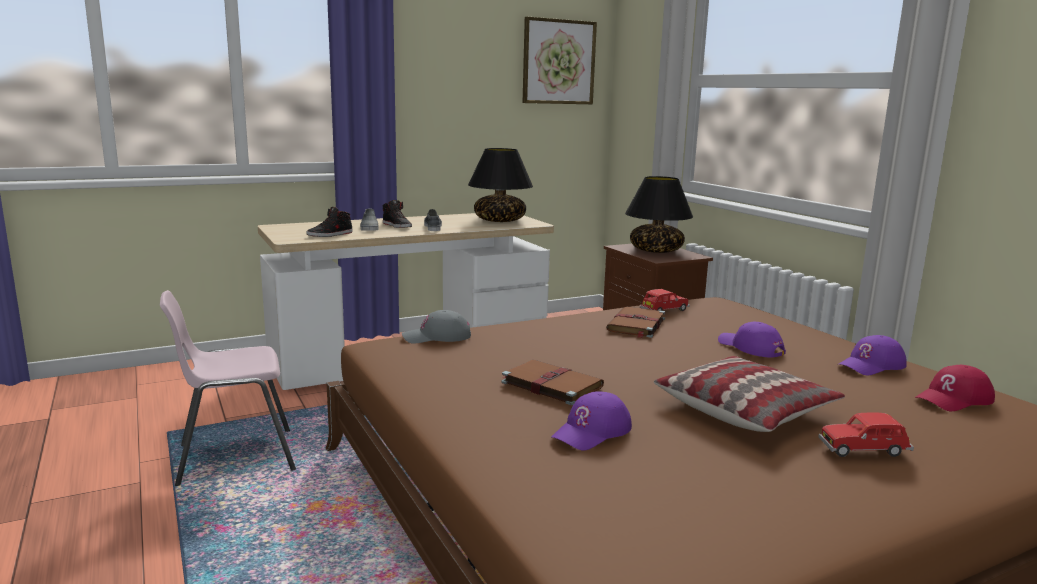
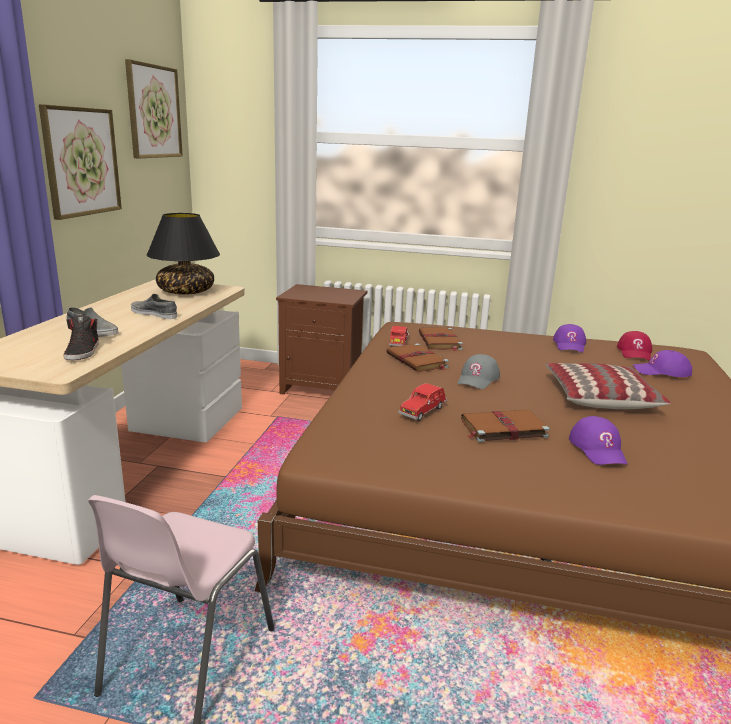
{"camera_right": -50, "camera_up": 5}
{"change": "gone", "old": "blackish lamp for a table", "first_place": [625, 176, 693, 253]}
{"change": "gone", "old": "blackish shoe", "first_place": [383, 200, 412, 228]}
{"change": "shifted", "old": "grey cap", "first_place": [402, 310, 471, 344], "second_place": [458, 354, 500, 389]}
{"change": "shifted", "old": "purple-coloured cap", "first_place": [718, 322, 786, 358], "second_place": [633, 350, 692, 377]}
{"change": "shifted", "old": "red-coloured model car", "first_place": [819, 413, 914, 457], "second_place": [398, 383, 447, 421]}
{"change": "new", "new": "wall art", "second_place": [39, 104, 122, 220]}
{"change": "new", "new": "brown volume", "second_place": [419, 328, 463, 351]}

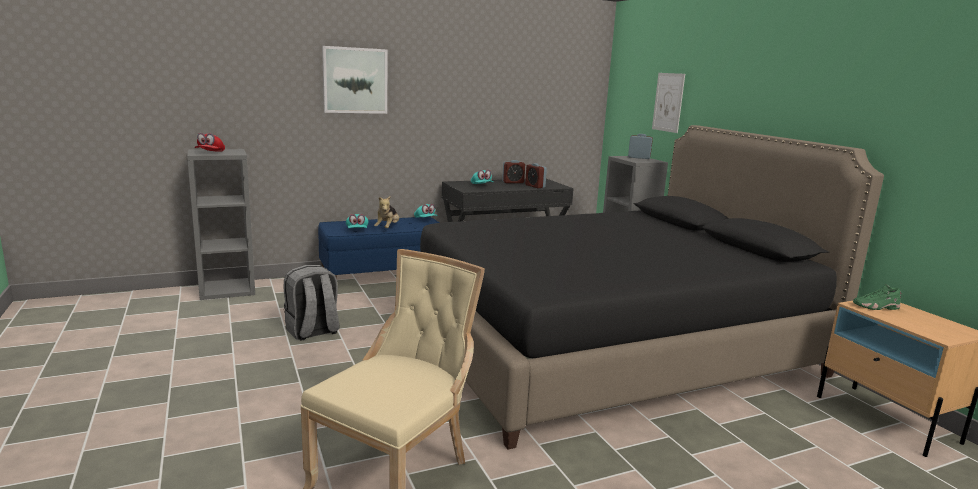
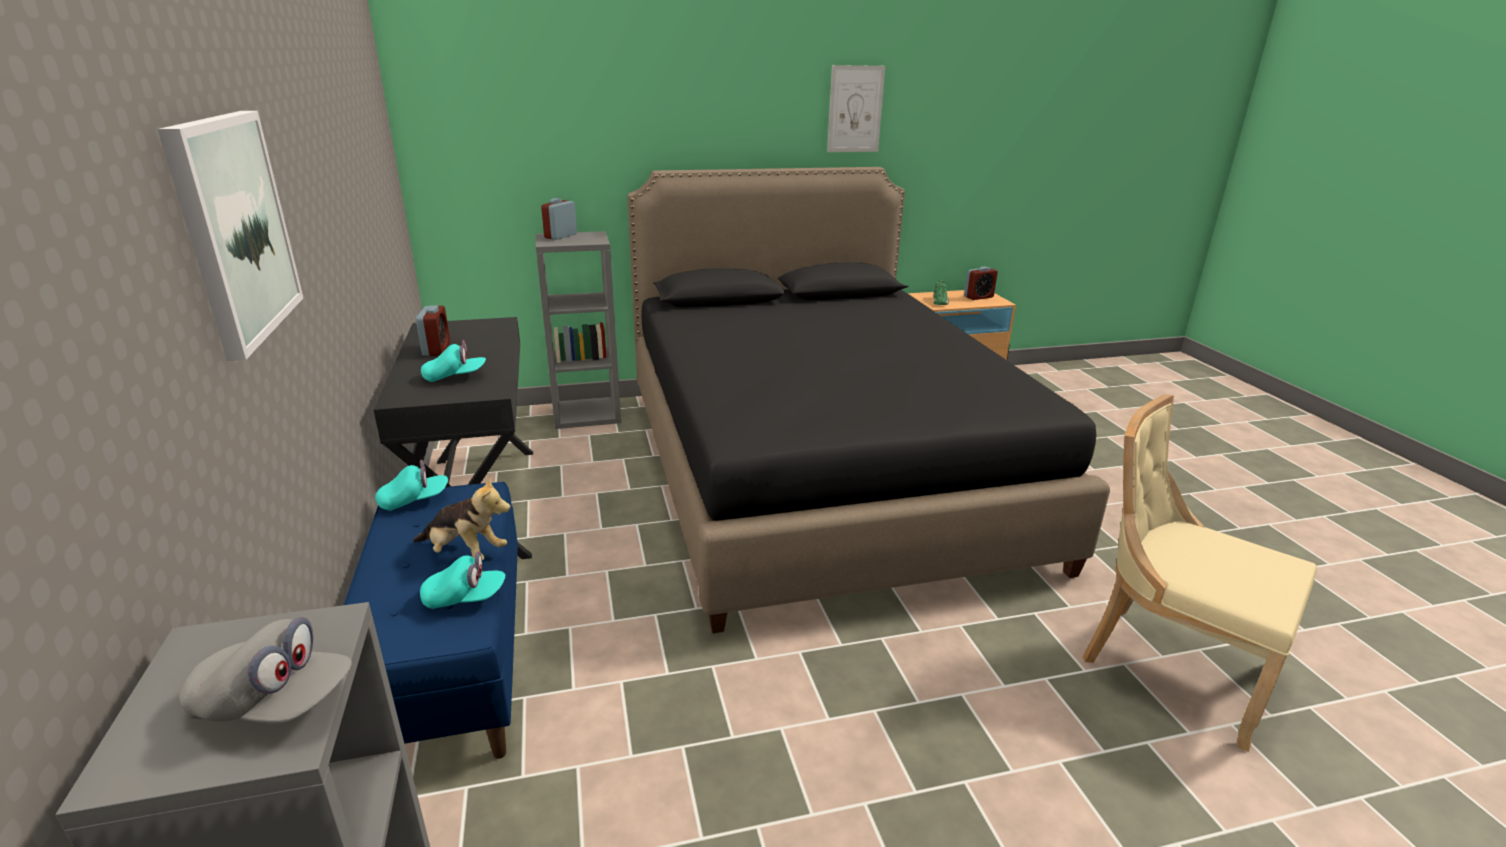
{"camera_right": -80, "camera_up": 10}
{"change": "shifted", "old": "wall art", "first_place": [652, 73, 685, 133], "second_place": [827, 65, 885, 152]}
{"change": "repainted", "old": "red-coloured cap", "new": "grey cap", "first_place": [195, 133, 225, 152], "second_place": [179, 617, 352, 724]}
{"change": "shifted", "old": "bedside clock", "first_place": [525, 163, 547, 188], "second_place": [964, 266, 998, 300]}
{"change": "gone", "old": "grey knapsack", "first_place": [283, 265, 340, 340]}

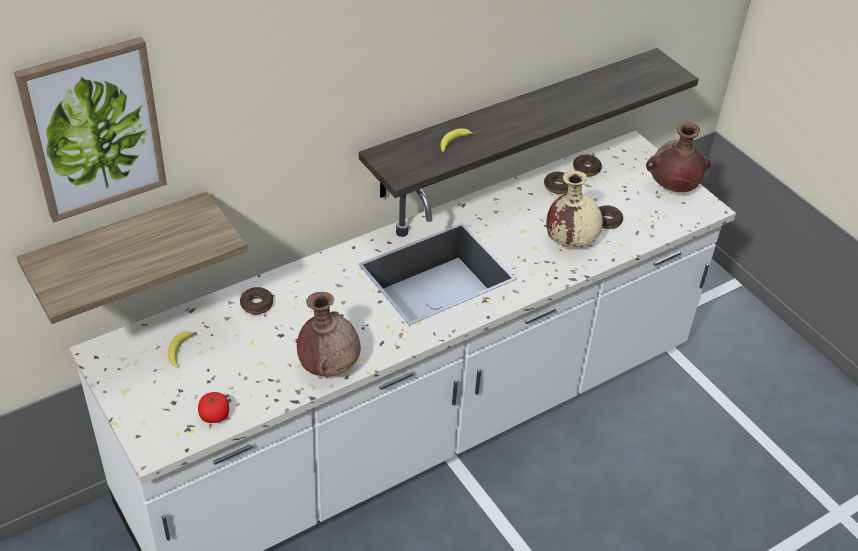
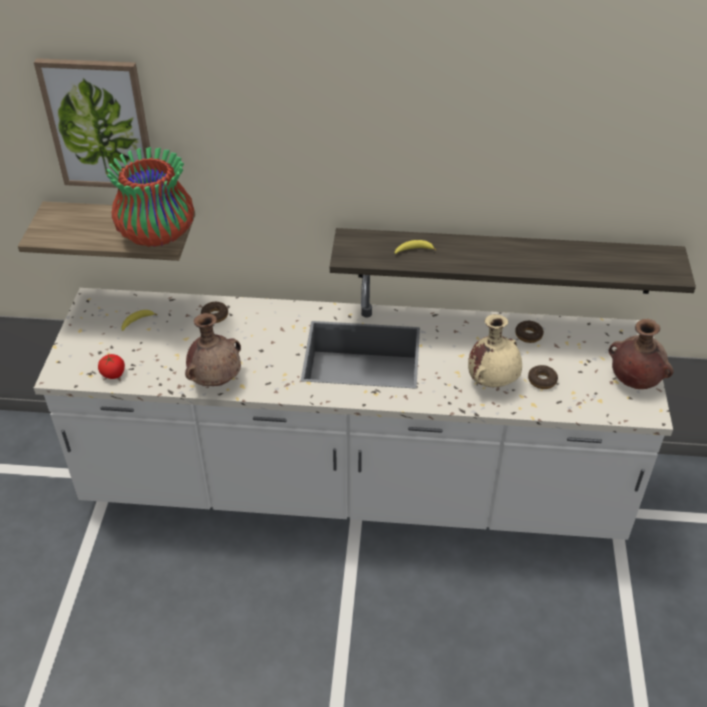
{"camera_right": 40, "camera_up": 0}
{"change": "gone", "old": "doughnut", "first_place": [573, 155, 602, 176]}
{"change": "new", "new": "vase", "second_place": [107, 147, 194, 247]}

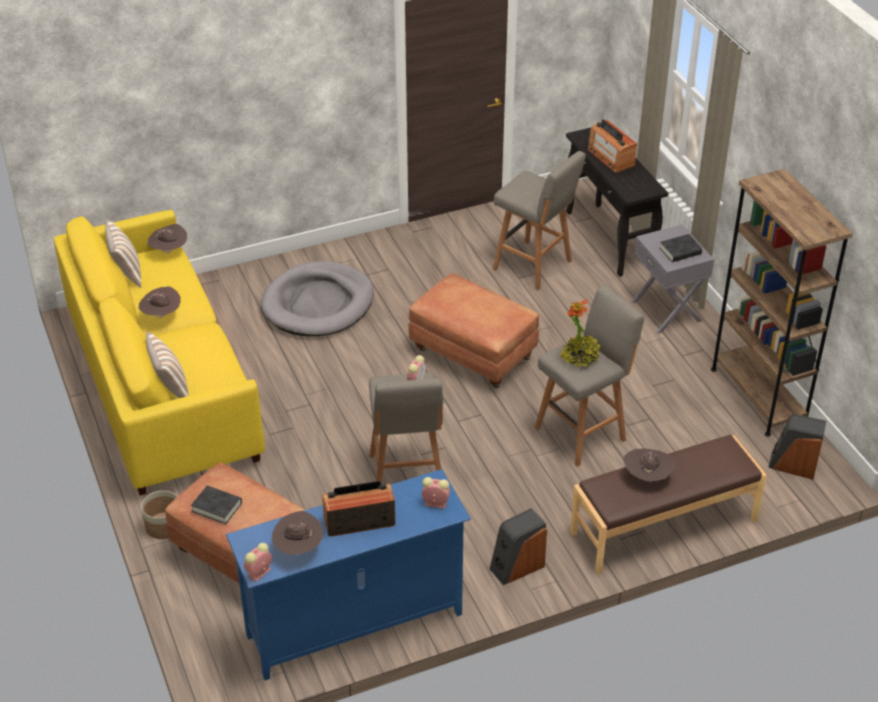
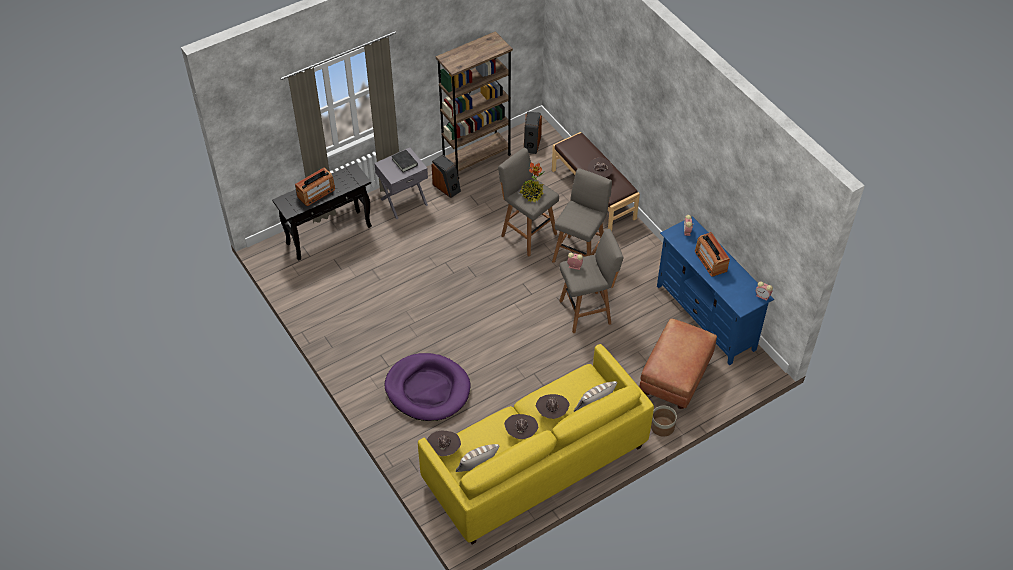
{"camera_right": -100, "camera_up": 10}
{"change": "shifted", "old": "grey stool seat", "first_place": [493, 151, 586, 290], "second_place": [552, 168, 612, 263]}
{"change": "repainted", "old": "grey dog cushion", "new": "purple-coloured dog cushion", "first_place": [261, 261, 374, 336], "second_place": [384, 353, 470, 421]}
{"change": "gone", "old": "brown pouffe", "first_place": [409, 274, 539, 388]}
{"change": "gone", "old": "blackish volume", "first_place": [191, 486, 242, 524]}
{"change": "shifted", "old": "audio speaker", "first_place": [490, 508, 547, 585], "second_place": [431, 154, 461, 198]}
{"change": "shifted", "old": "brown wearable hat", "first_place": [272, 511, 323, 555], "second_place": [536, 394, 570, 419]}

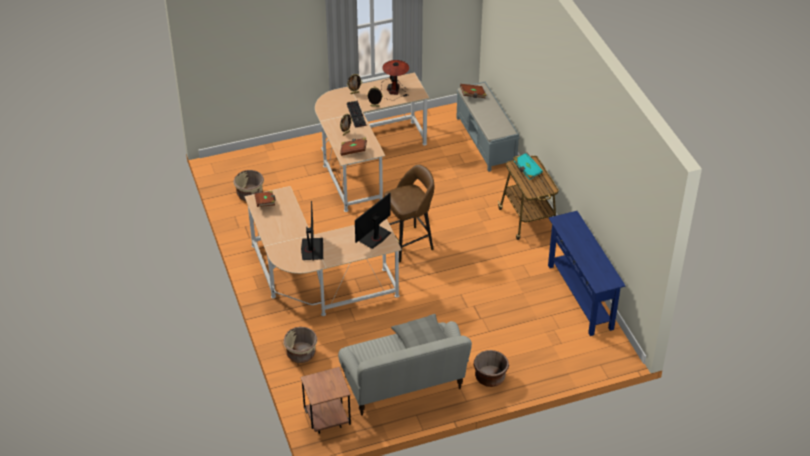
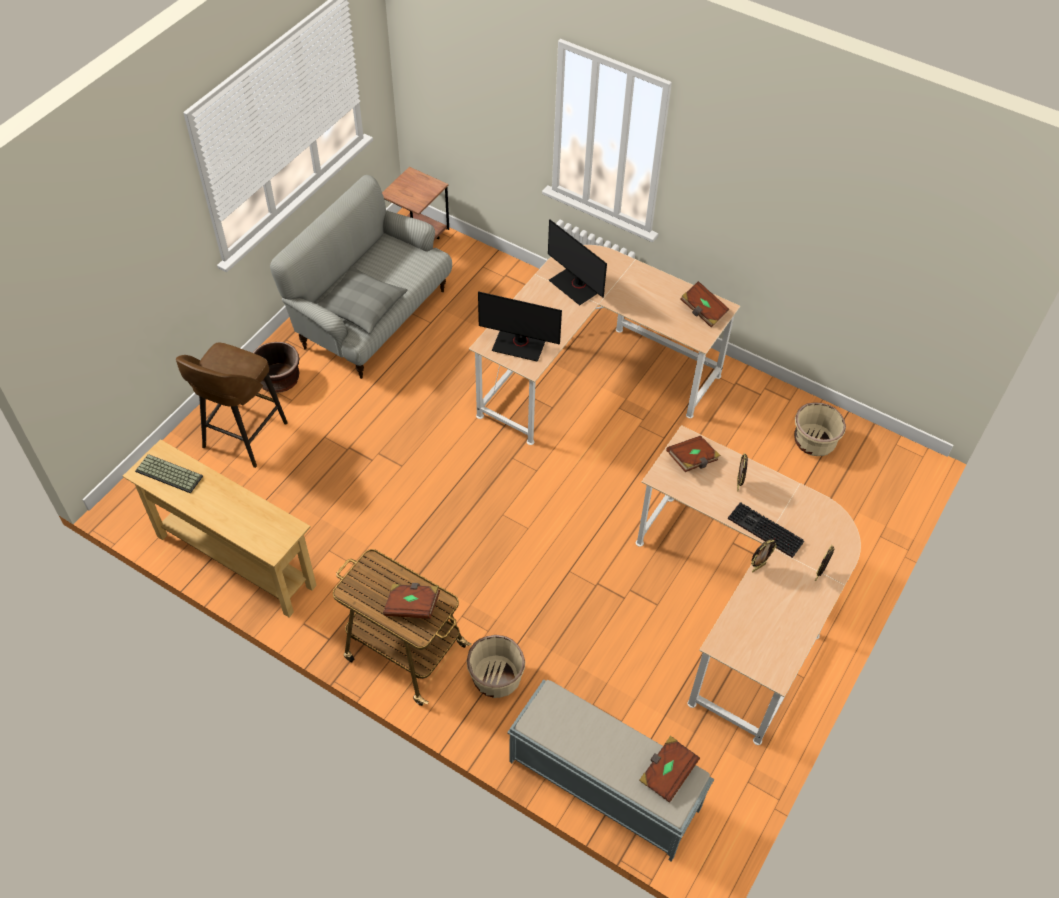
{"camera_right": 140, "camera_up": 10}
{"change": "gone", "old": "lamp for a table", "first_place": [381, 60, 409, 100]}
{"change": "repainted", "old": "turquoise-coloured volume", "new": "brown volume", "first_place": [514, 153, 543, 180], "second_place": [383, 583, 440, 619]}
{"change": "shifted", "old": "brown stool seat", "first_place": [384, 164, 434, 263], "second_place": [176, 343, 288, 468]}
{"change": "rotated", "old": "computer screen", "first_place": [355, 193, 391, 249], "second_place": [478, 291, 562, 361], "degrees": 105}
{"change": "repainted", "old": "bluish narrow table", "new": "sand-coloured narrow table", "first_place": [548, 211, 626, 336], "second_place": [123, 439, 317, 617]}
{"change": "shifted", "old": "sand-coloured plant pot", "first_place": [284, 327, 317, 363], "second_place": [467, 635, 525, 698]}
{"change": "new", "new": "keyboard", "second_place": [135, 454, 203, 493]}

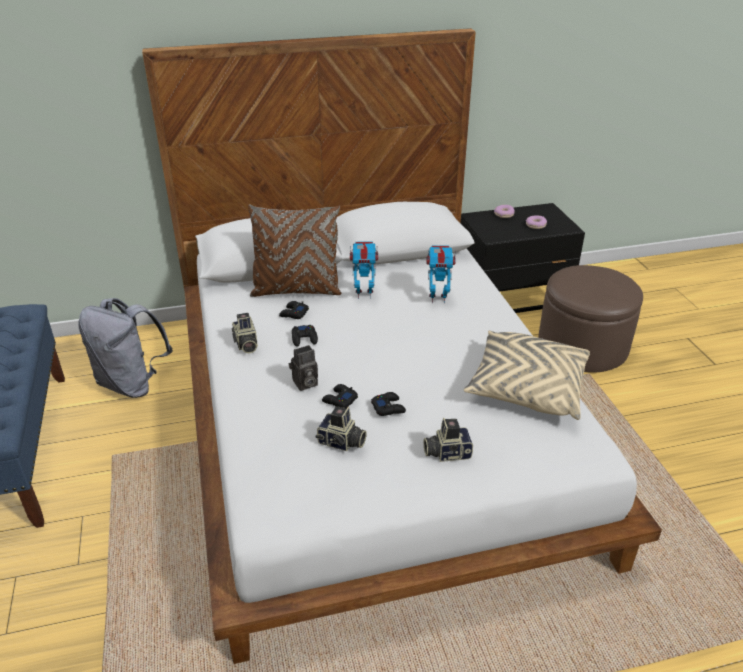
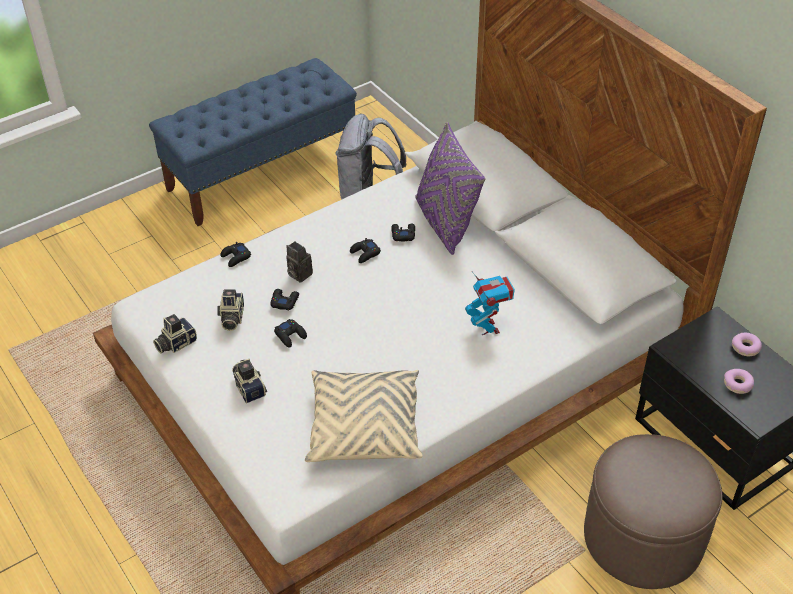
{"camera_right": 70, "camera_up": 10}
{"change": "repainted", "old": "brown pillow", "new": "purple-coloured pillow", "first_place": [248, 204, 342, 297], "second_place": [415, 122, 485, 255]}
{"change": "gone", "old": "model robot", "first_place": [350, 242, 378, 299]}
{"change": "shifted", "old": "photo camera", "first_place": [232, 313, 258, 353], "second_place": [153, 314, 197, 353]}
{"change": "new", "new": "blackish joypad", "second_place": [220, 242, 251, 267]}

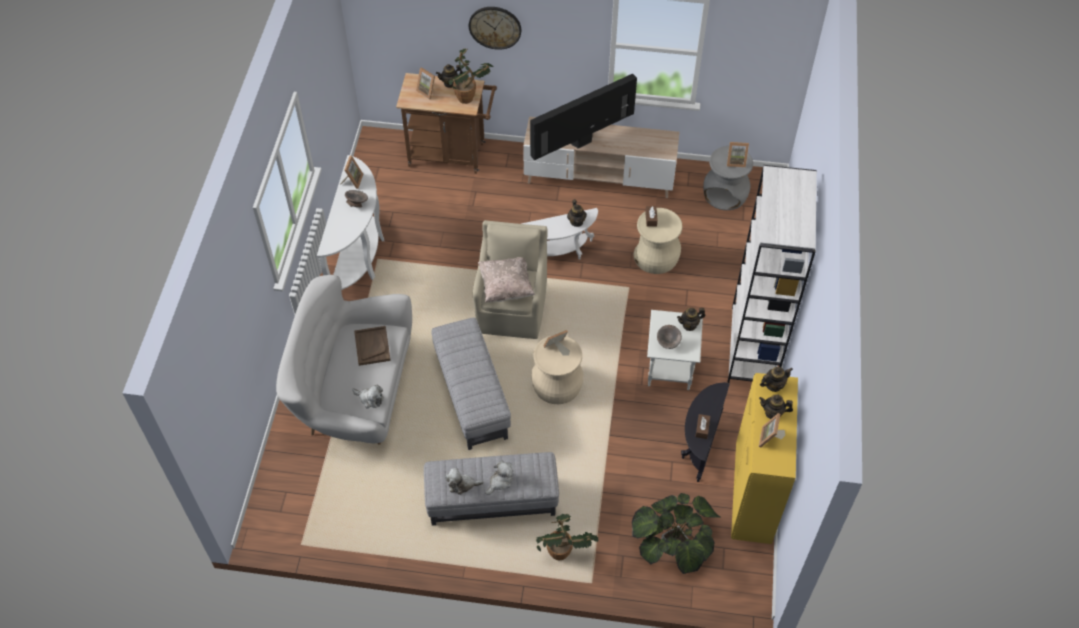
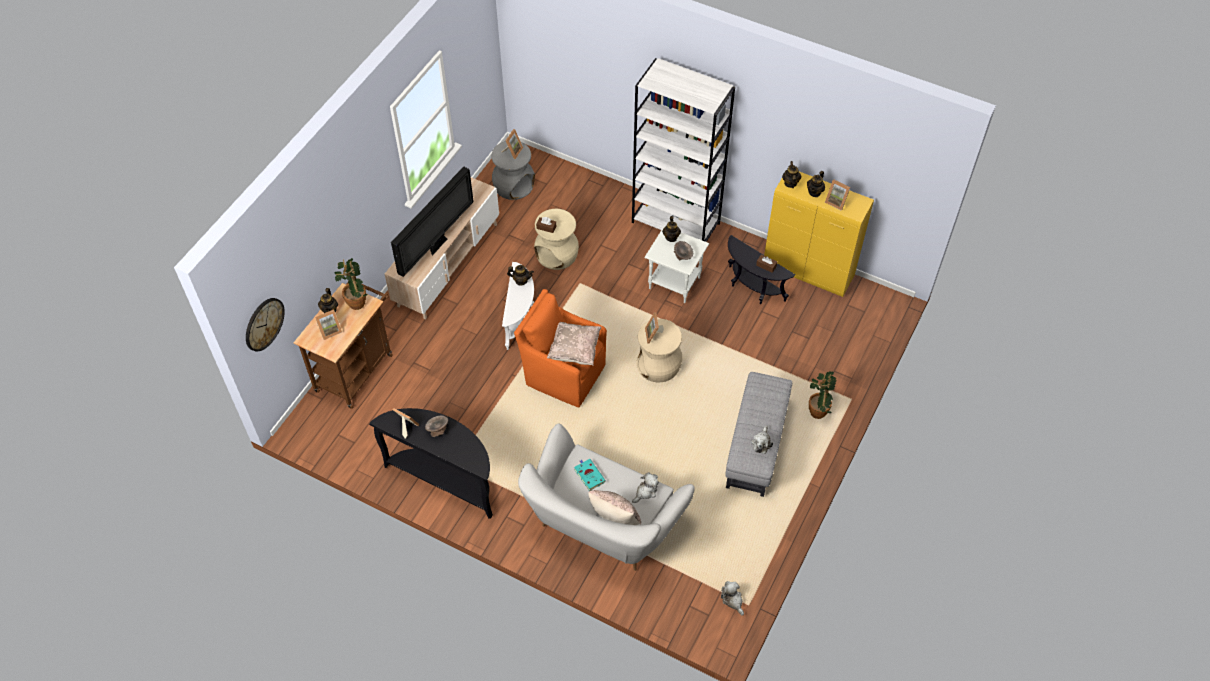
{"camera_right": -70, "camera_up": 0}
{"change": "shifted", "old": "wall clock", "first_place": [469, 7, 521, 50], "second_place": [246, 298, 285, 352]}
{"change": "rotated", "old": "TV set", "first_place": [530, 74, 637, 160], "second_place": [391, 167, 474, 277], "degrees": -135}
{"change": "repainted", "old": "whitish narrow table", "new": "blackish narrow table", "first_place": [317, 155, 384, 290], "second_place": [369, 408, 493, 519]}
{"change": "repainted", "old": "sand-coloured easy chair", "new": "orangey easy chair", "first_place": [473, 220, 548, 339], "second_place": [514, 289, 607, 407]}
{"change": "gone", "old": "grey pouffe", "first_place": [431, 317, 511, 450]}
{"change": "swapped", "old": "brown carrying tray", "new": "turquoise-coloured volume", "first_place": [354, 326, 391, 366], "second_place": [574, 459, 606, 491]}
{"change": "shifted", "old": "cuddly toy", "first_place": [485, 461, 513, 495], "second_place": [721, 581, 744, 616]}
{"change": "gone", "old": "houseplant", "first_place": [632, 493, 722, 574]}
{"change": "new", "new": "sand-coloured pillow", "second_place": [588, 490, 641, 525]}

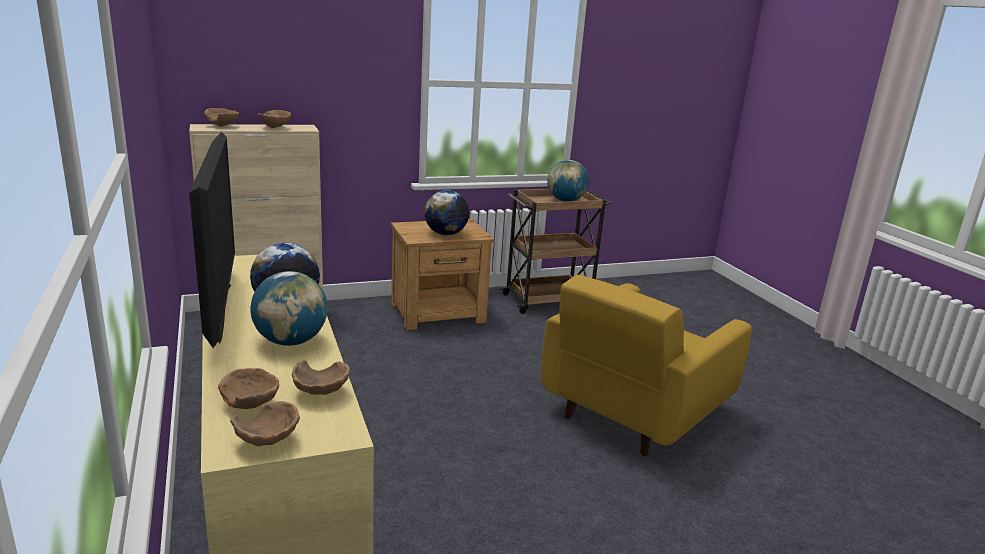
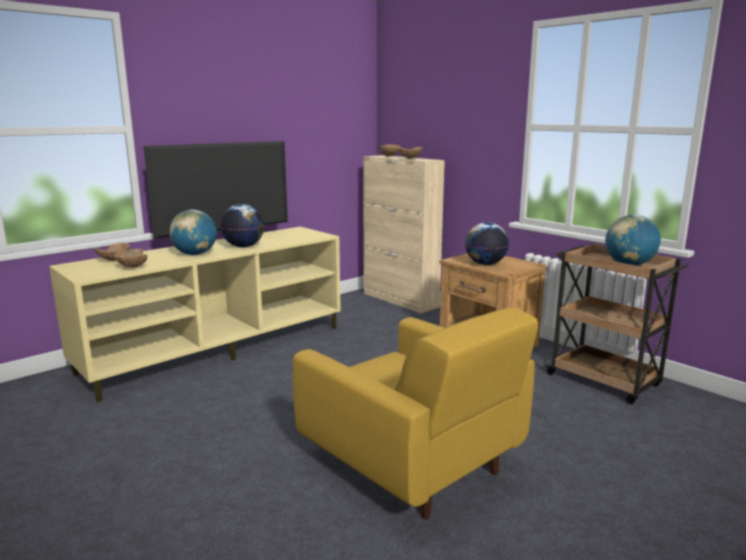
{"camera_right": 70, "camera_up": -5}
{"change": "rotated", "old": "yellowish easy chair", "first_place": [541, 275, 752, 457], "second_place": [293, 307, 538, 520], "degrees": -150}
{"change": "gone", "old": "brown bowl", "first_place": [230, 401, 300, 446]}

